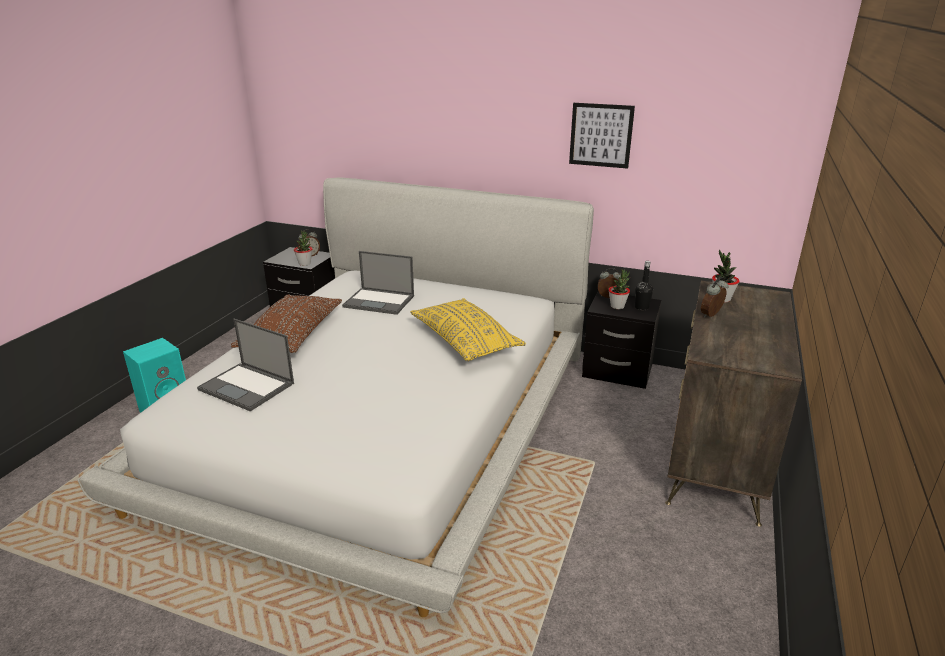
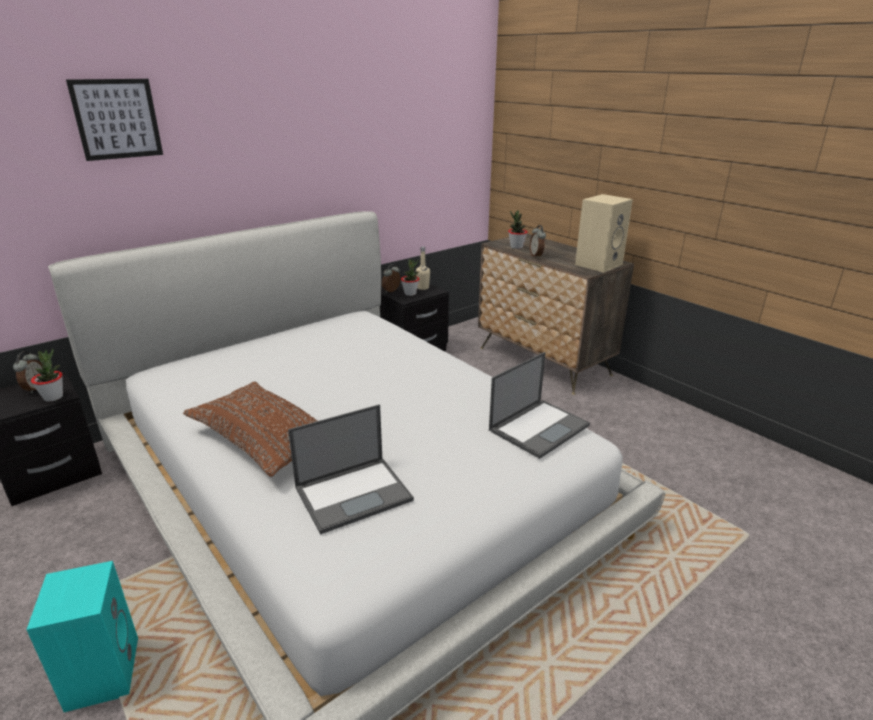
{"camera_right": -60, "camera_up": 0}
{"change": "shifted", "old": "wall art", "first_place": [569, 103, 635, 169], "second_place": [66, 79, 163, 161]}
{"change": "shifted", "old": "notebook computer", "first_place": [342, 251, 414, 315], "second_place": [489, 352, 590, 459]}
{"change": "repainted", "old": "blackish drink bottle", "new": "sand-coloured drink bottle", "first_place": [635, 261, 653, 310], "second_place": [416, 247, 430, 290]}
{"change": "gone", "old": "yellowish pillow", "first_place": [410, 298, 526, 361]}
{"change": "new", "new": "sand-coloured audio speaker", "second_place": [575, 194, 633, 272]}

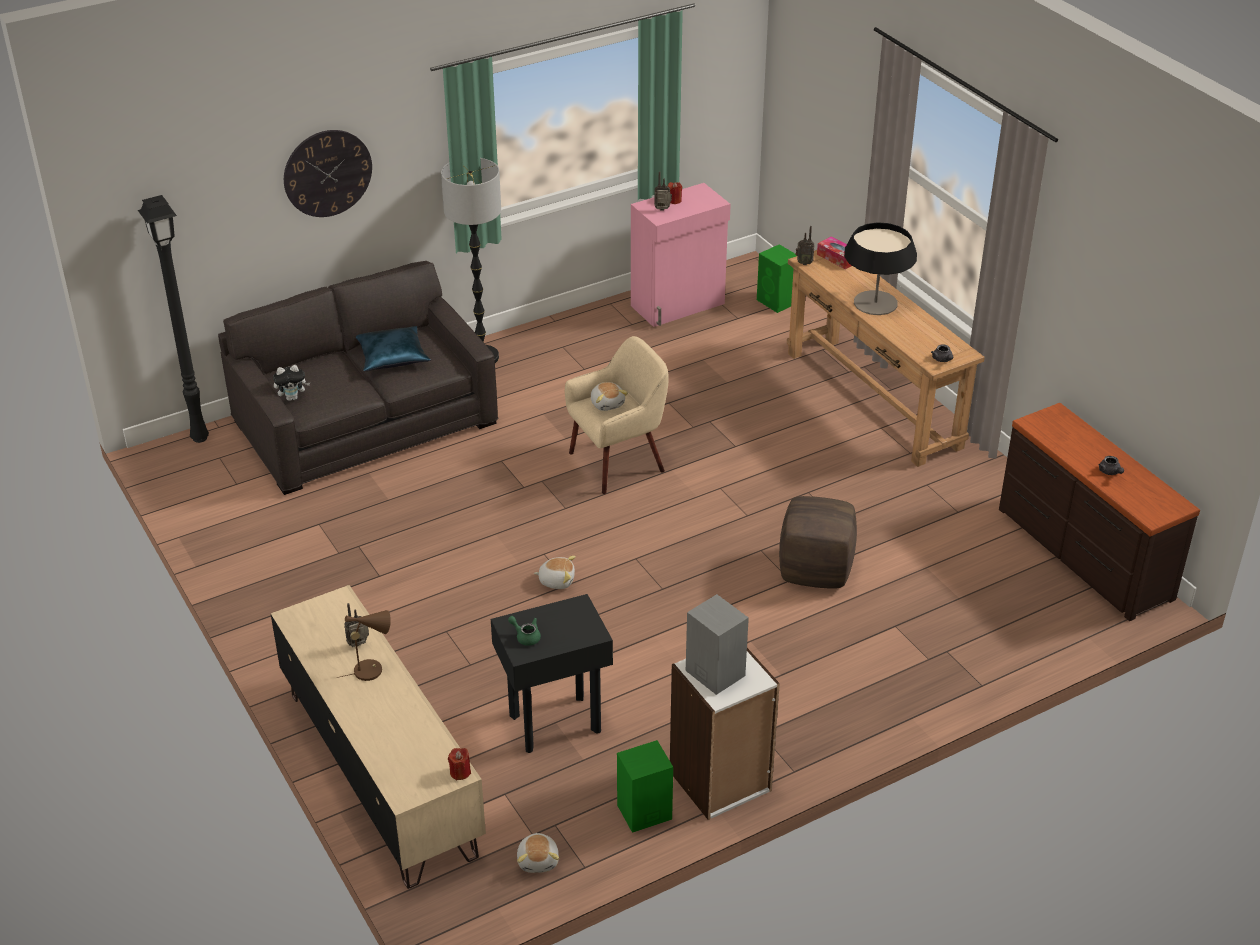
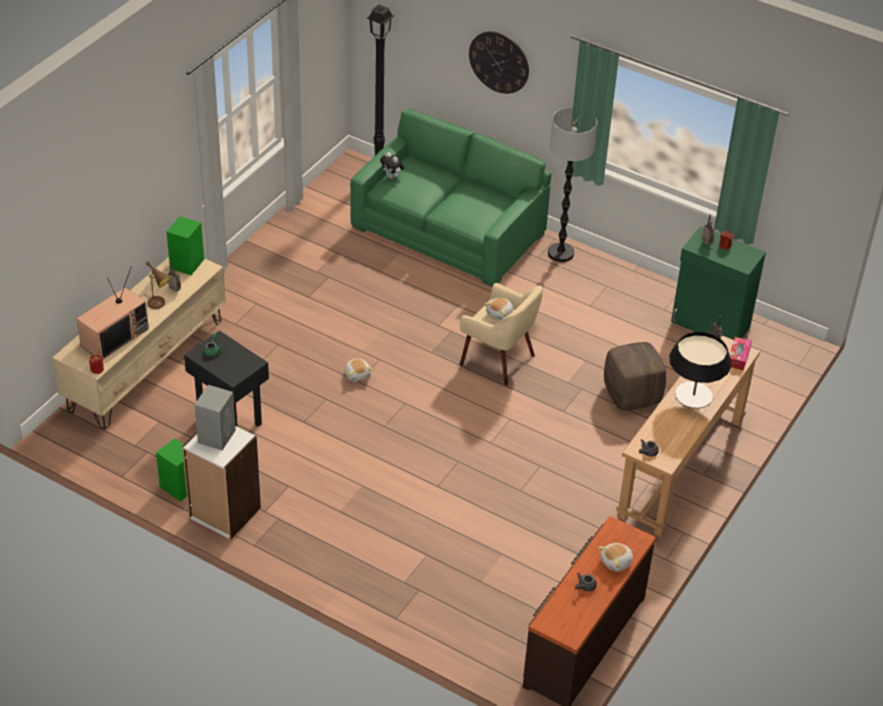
{"camera_right": 60, "camera_up": 5}
{"change": "repainted", "old": "pink storage cabinet", "new": "green storage cabinet", "first_place": [631, 183, 731, 327], "second_place": [671, 226, 766, 340]}
{"change": "shifted", "old": "green audio speaker", "first_place": [757, 244, 797, 313], "second_place": [167, 216, 204, 275]}
{"change": "repainted", "old": "grey settee", "new": "green settee", "first_place": [218, 261, 499, 495], "second_place": [350, 109, 551, 287]}
{"change": "gone", "old": "bluish pillow", "first_place": [356, 326, 430, 371]}
{"change": "shifted", "old": "brown pouffe", "first_place": [779, 496, 857, 589], "second_place": [604, 342, 667, 410]}
{"change": "shifted", "old": "cuddly toy", "first_place": [517, 833, 559, 873], "second_place": [598, 543, 633, 572]}
{"change": "new", "new": "TV set", "second_place": [77, 266, 149, 359]}

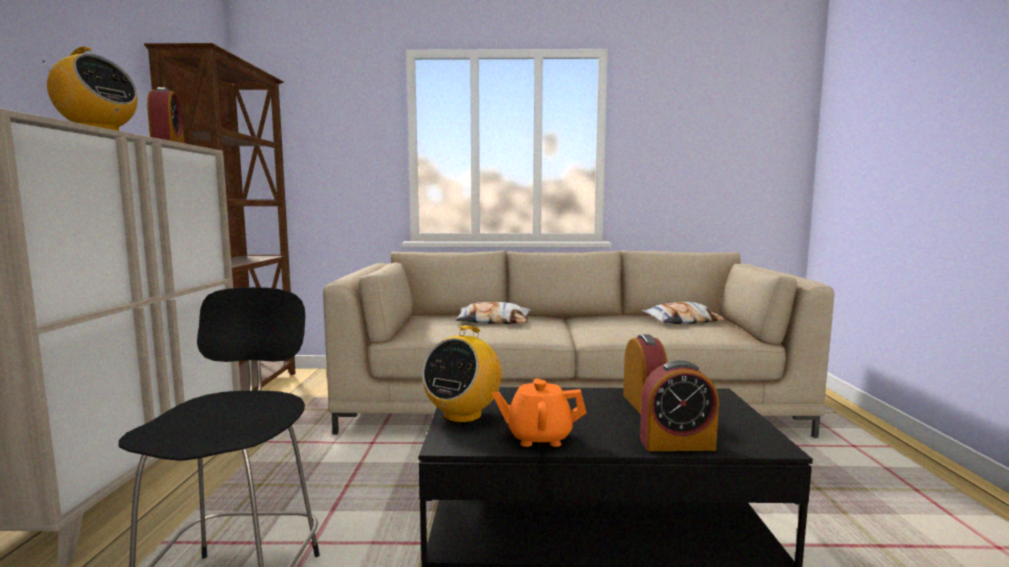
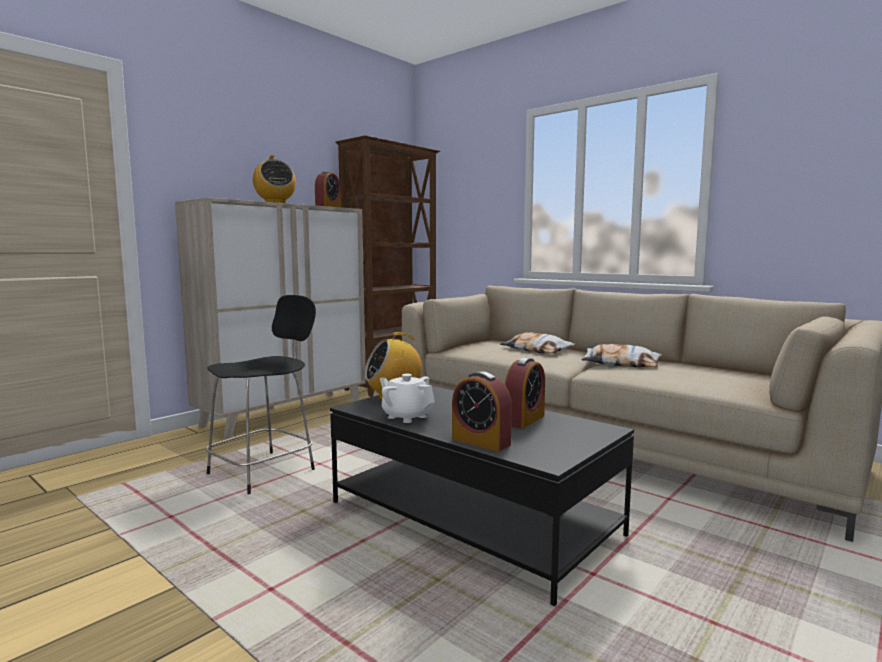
{"camera_right": 40, "camera_up": 0}
{"change": "shifted", "old": "pillow", "first_place": [641, 302, 726, 324], "second_place": [581, 344, 662, 367]}
{"change": "repainted", "old": "orangey tea pot", "new": "whitish tea pot", "first_place": [492, 378, 586, 447], "second_place": [380, 374, 435, 423]}

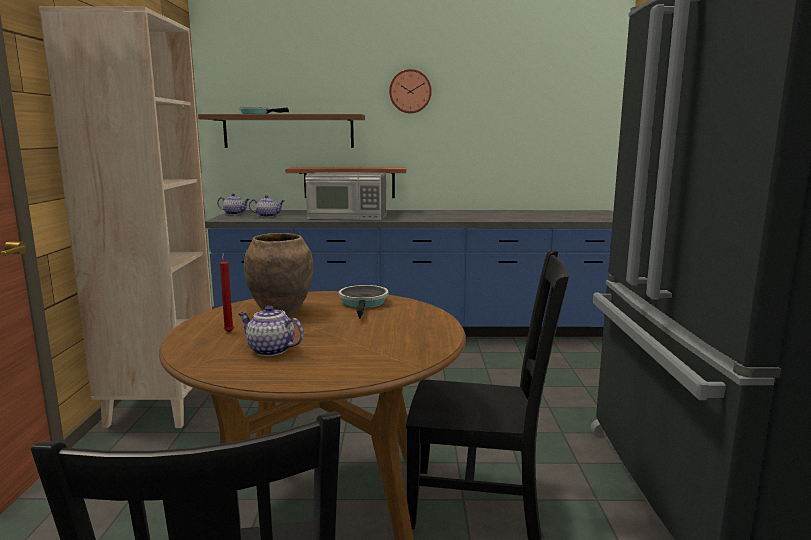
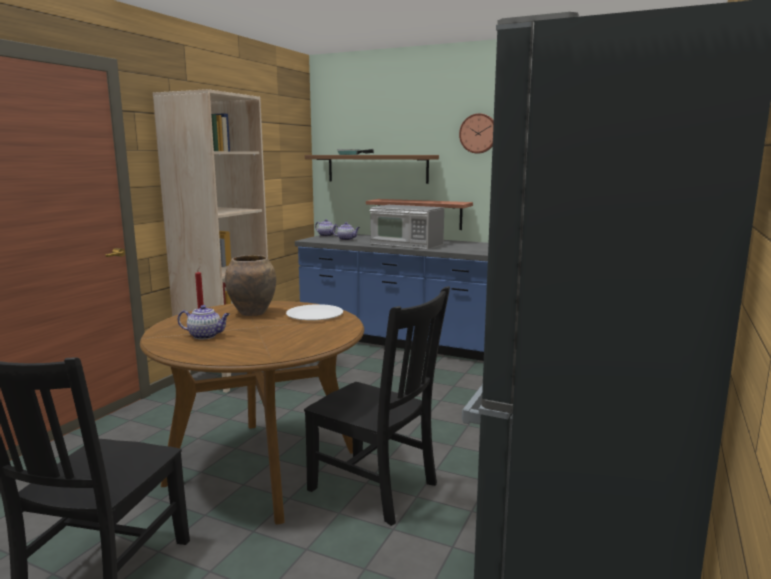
{"camera_right": 25, "camera_up": 0}
{"change": "swapped", "old": "pan", "new": "whitish flat dish", "first_place": [339, 285, 389, 319], "second_place": [286, 304, 343, 320]}
{"change": "rotated", "old": "tea pot", "first_place": [238, 305, 304, 356], "second_place": [177, 305, 230, 339], "degrees": 135}

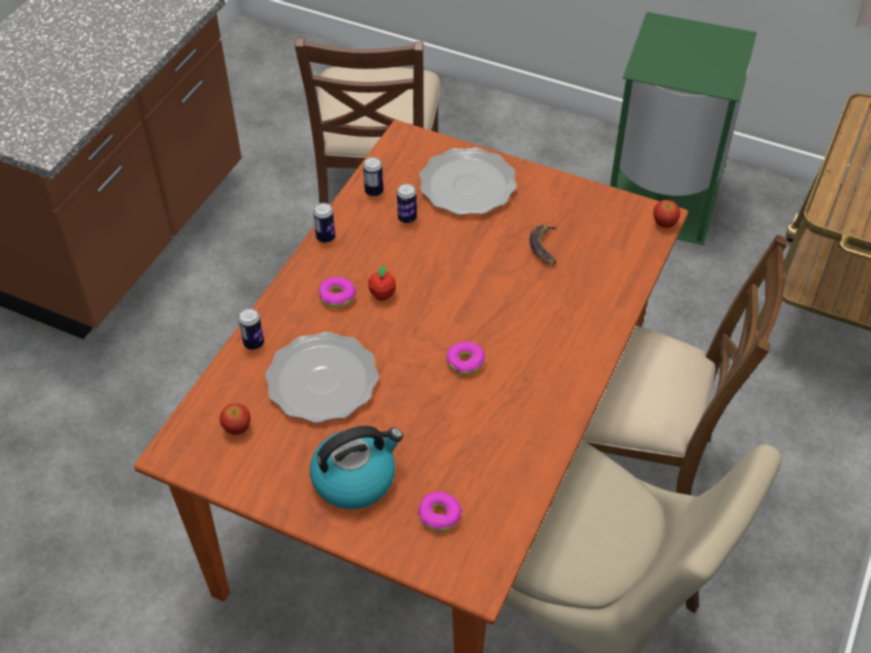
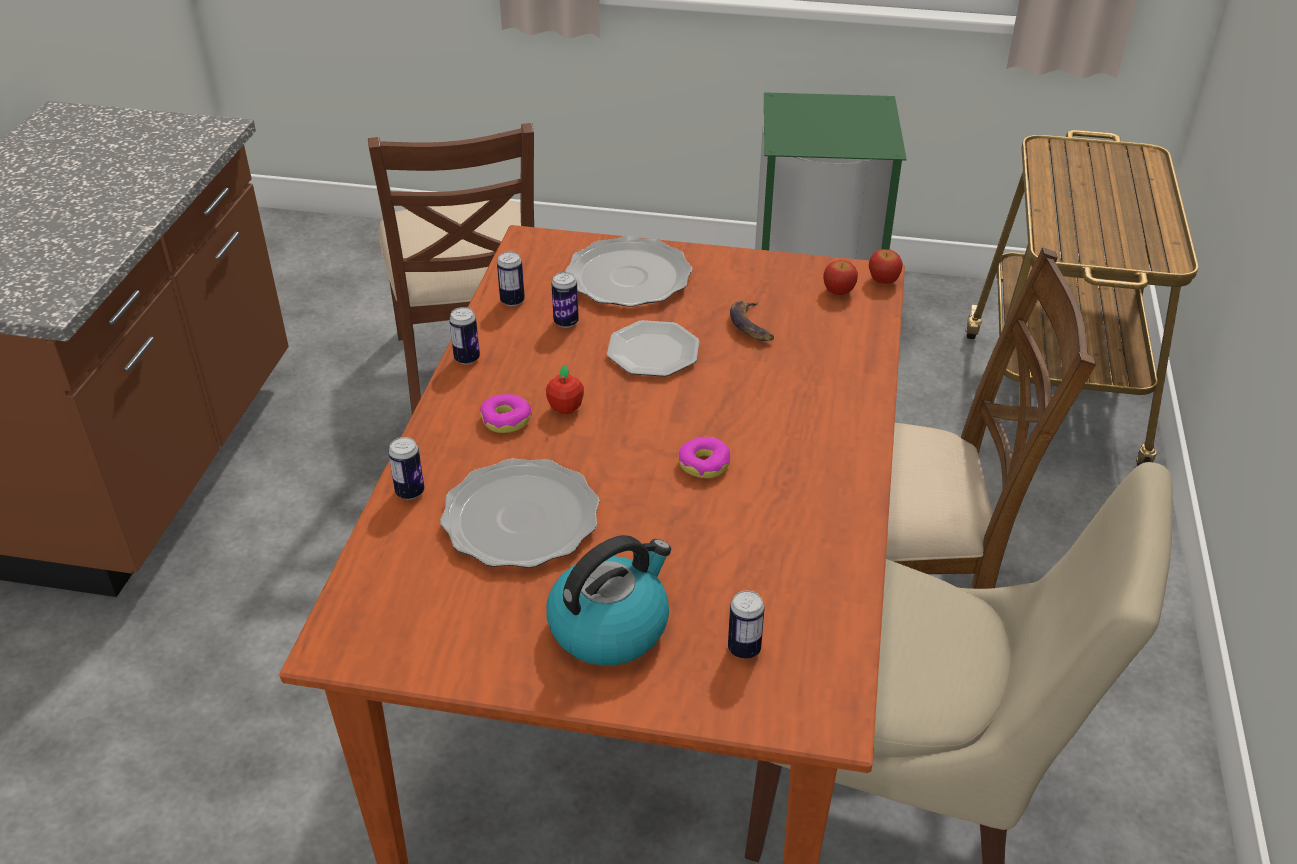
{"camera_right": -15, "camera_up": -10}
{"change": "shifted", "old": "whole apple", "first_place": [219, 403, 251, 435], "second_place": [823, 260, 858, 295]}
{"change": "swapped", "old": "doughnut", "new": "can", "first_place": [418, 491, 462, 532], "second_place": [728, 590, 765, 659]}
{"change": "new", "new": "flat dish", "second_place": [607, 320, 699, 377]}

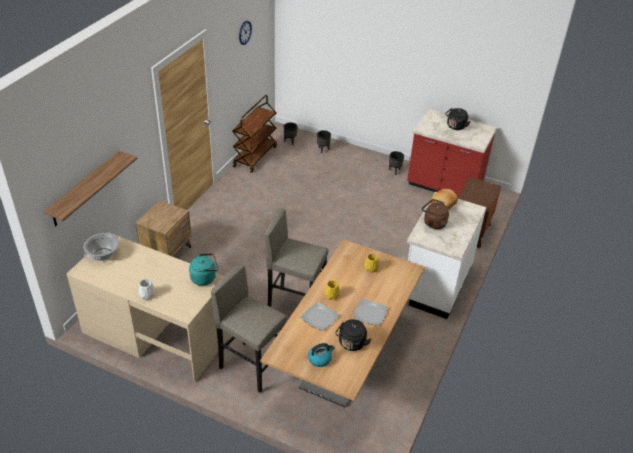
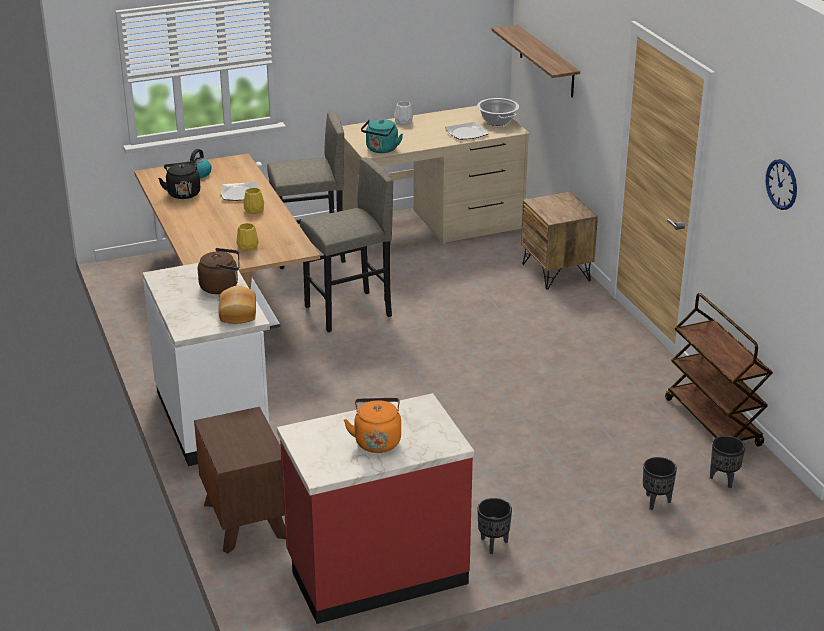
{"camera_right": 135, "camera_up": -10}
{"change": "repainted", "old": "blackish kettle", "new": "orangey kettle", "first_place": [445, 108, 471, 130], "second_place": [344, 398, 401, 453]}
{"change": "shifted", "old": "flat dish", "first_place": [353, 299, 388, 326], "second_place": [445, 122, 489, 140]}

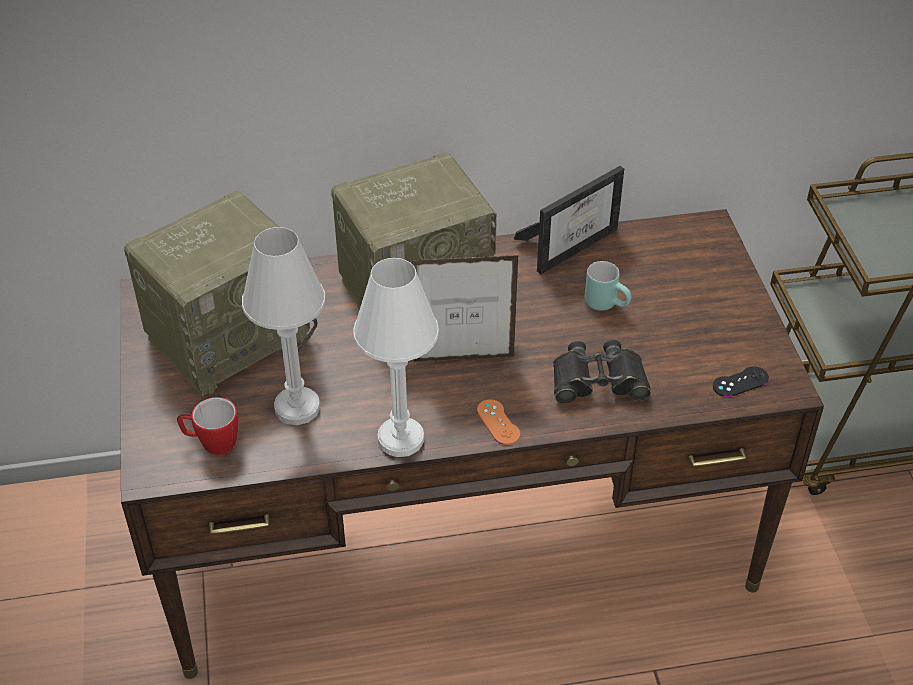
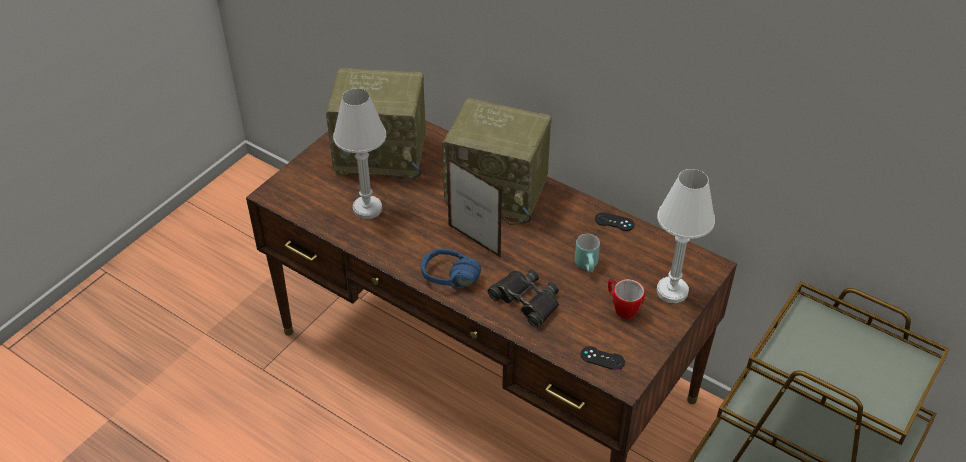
{"camera_right": 45, "camera_up": 0}
{"change": "swapped", "old": "standing frame", "new": "blackish joypad", "first_place": [514, 166, 624, 274], "second_place": [595, 213, 634, 231]}
{"change": "shifted", "old": "whitish lamp for a table", "first_place": [353, 258, 439, 457], "second_place": [657, 169, 715, 303]}
{"change": "shifted", "old": "mug", "first_place": [177, 397, 239, 455], "second_place": [608, 279, 645, 319]}
{"change": "swapped", "old": "orangey joypad", "new": "bluish headphones", "first_place": [477, 399, 520, 445], "second_place": [421, 249, 481, 289]}

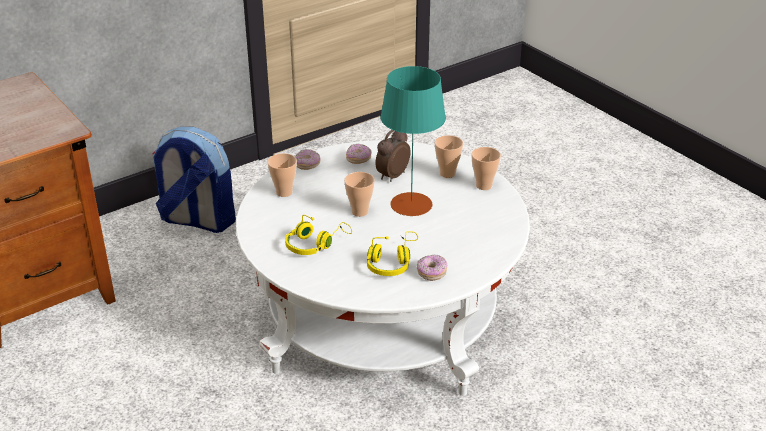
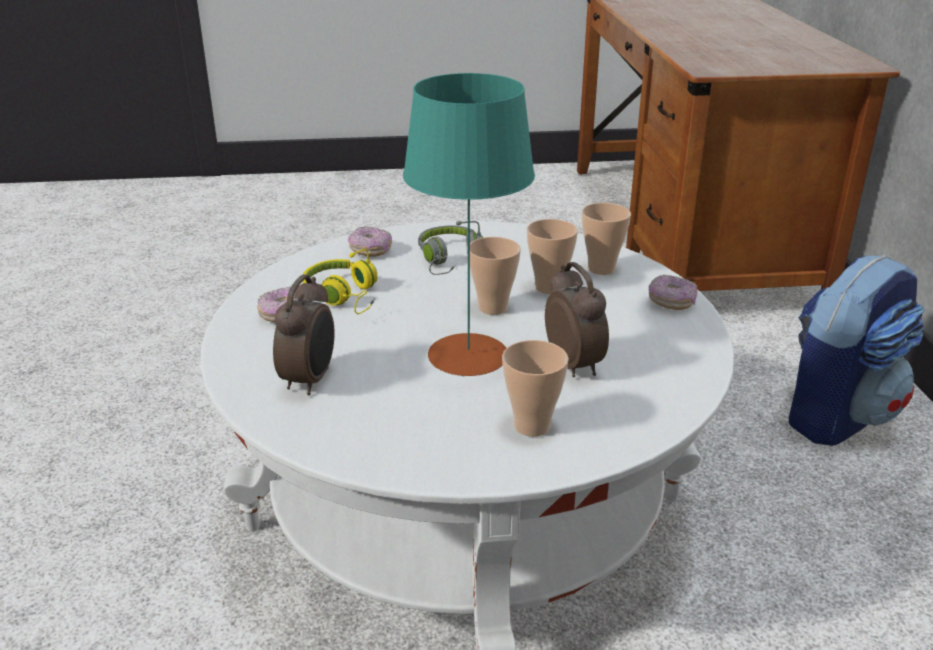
{"camera_right": 120, "camera_up": -5}
{"change": "shifted", "old": "doughnut", "first_place": [346, 144, 372, 164], "second_place": [348, 226, 392, 257]}
{"change": "shifted", "old": "cup", "first_place": [472, 147, 501, 190], "second_place": [527, 219, 578, 294]}
{"change": "repainted", "old": "yellowish headphones", "new": "grey headphones", "first_place": [285, 215, 352, 255], "second_place": [418, 221, 483, 275]}
{"change": "new", "new": "bedside clock", "second_place": [273, 274, 335, 395]}

